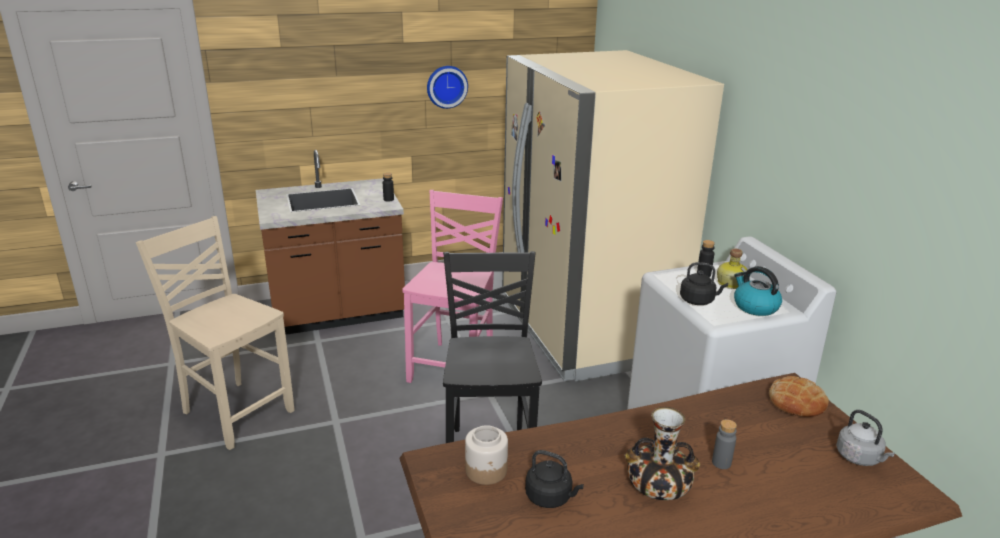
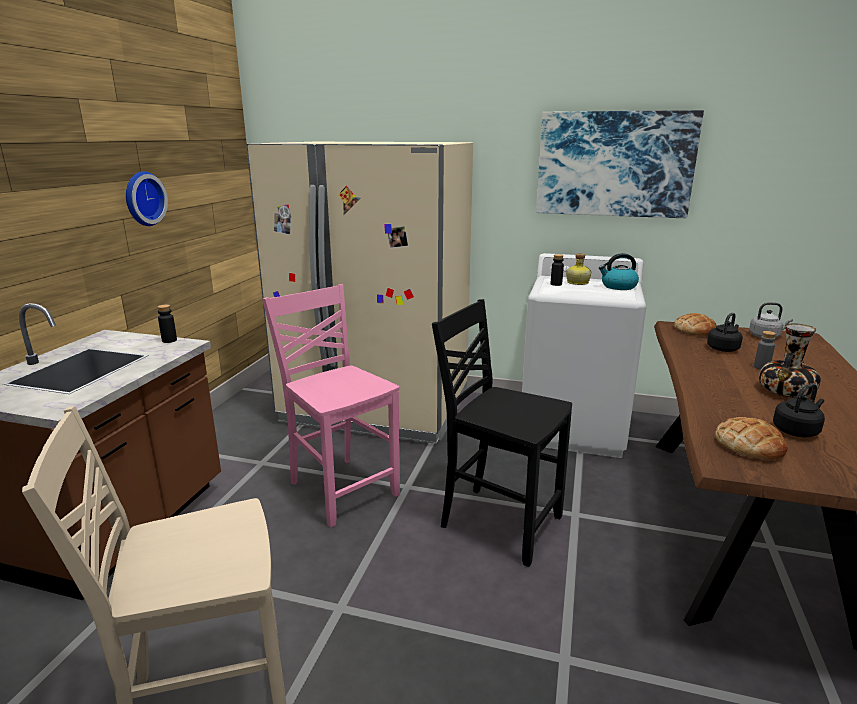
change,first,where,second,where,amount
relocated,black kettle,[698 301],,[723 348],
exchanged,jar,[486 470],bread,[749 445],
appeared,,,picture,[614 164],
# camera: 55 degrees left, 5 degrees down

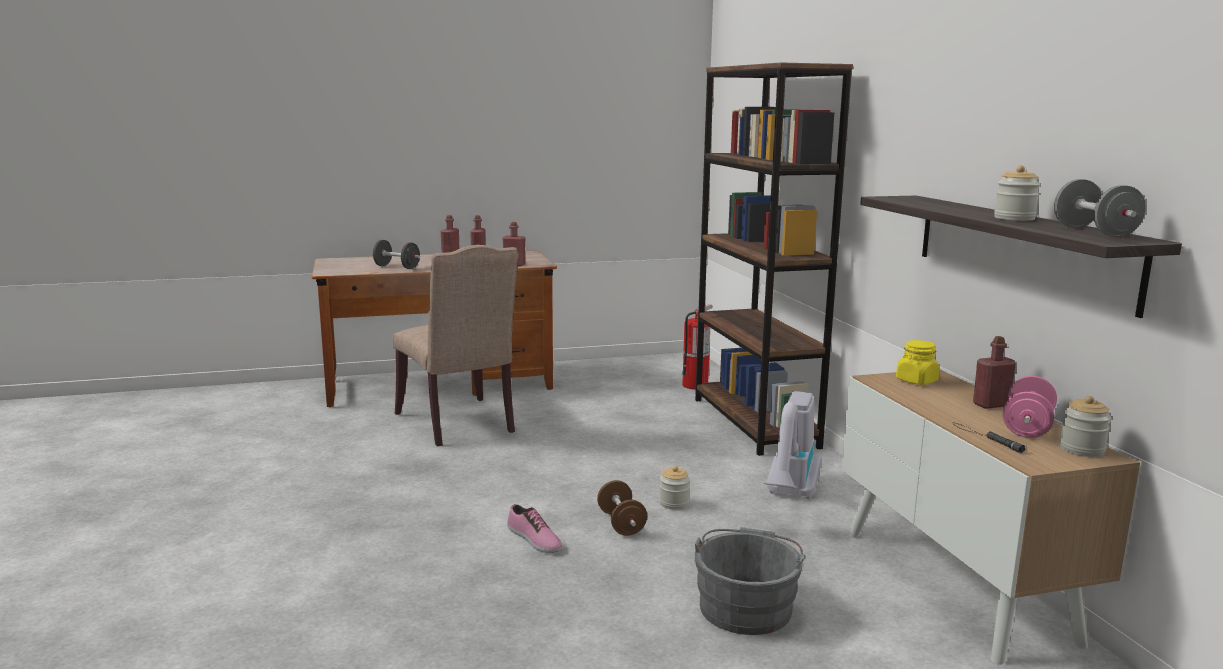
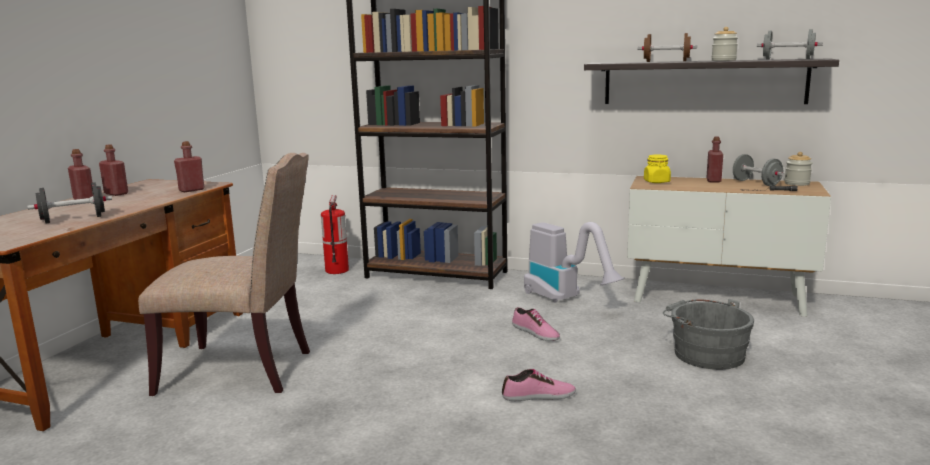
change,first,where,second,where,amount
colour,pink dumbbell,[1027 427],grey dumbbell,[756 183],
exchanged,jar,[674 503],shoe,[535 333],
relocated,brown dumbbell,[621 523],,[666 61],
# camera: 55 degrees left, 0 degrees up

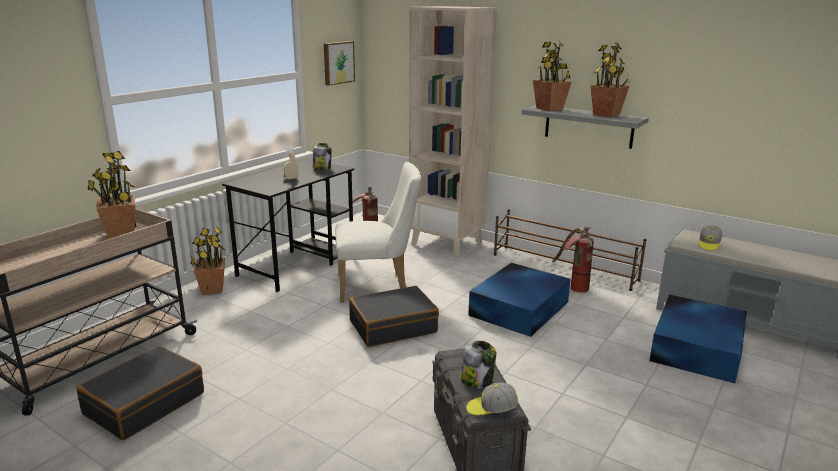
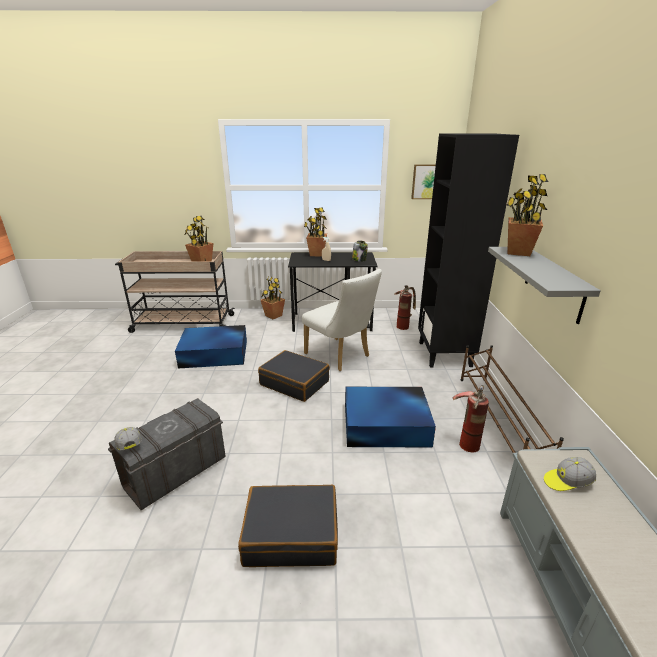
change,first,where,second,where,amount
colour,beige bookcase,[447 244],black bookcase,[445 354],
relocated,potted plant,[606 115],,[317 254],
relocated,blue storage box,[697 347],,[215 354],
missing,jar,[477 380],,,
relocated,black suitcase,[144 403],,[291 534],
# camera: 55 degrees right, 5 degrees up

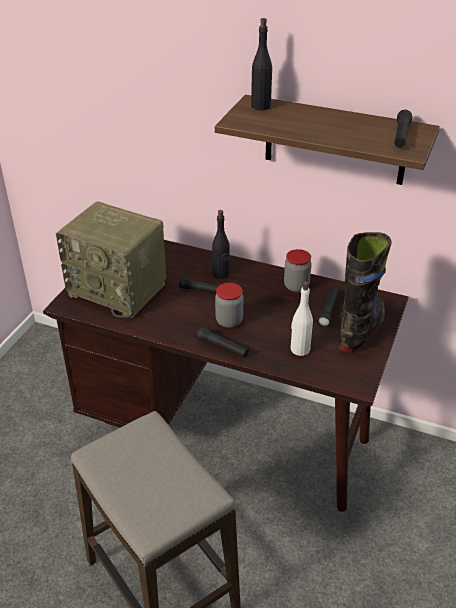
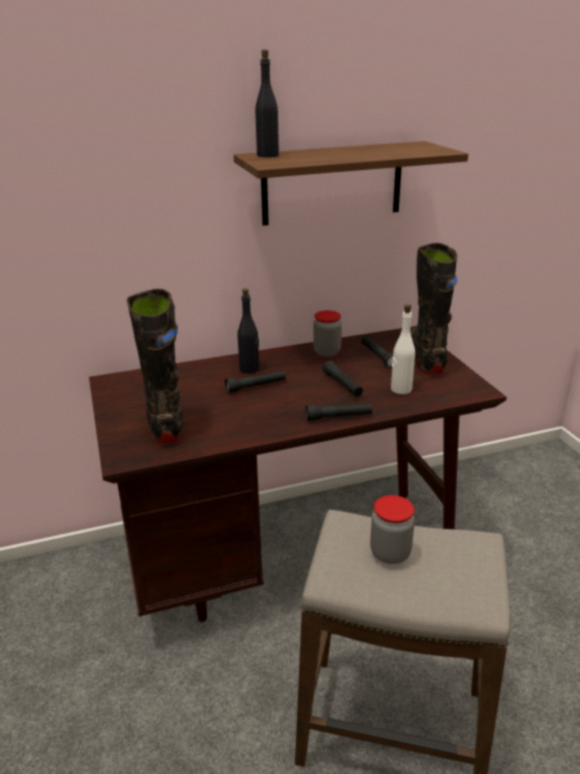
change,first,where,second,where,amount
relocated,black flashlight,[401 136],,[342 385],
exchanged,radio,[119 289],black boot,[166 420],
relocated,jar,[229 321],,[390 553],
# camera: 40 degrees left, 10 degrees down

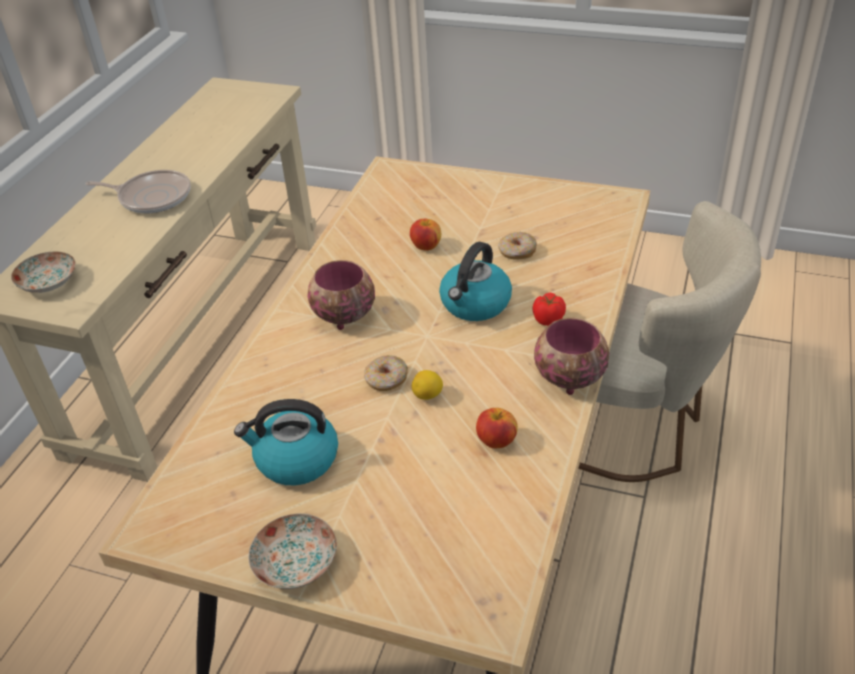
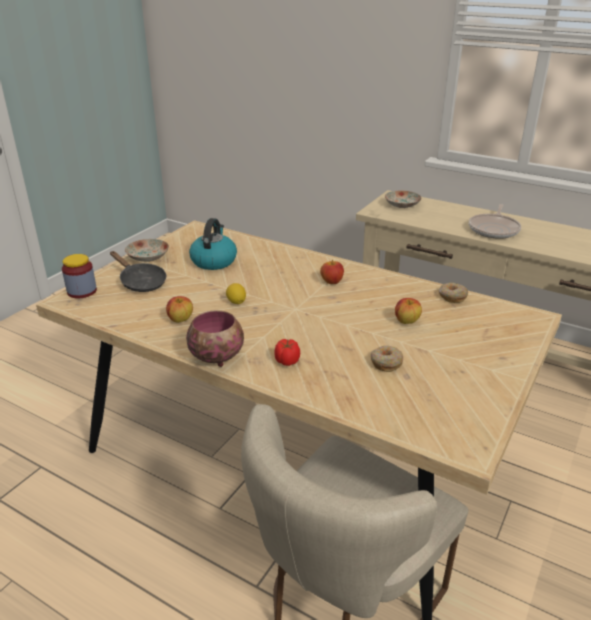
change,first,where,second,where,amount
missing,kettle,[475 304],,,
exchanged,bowl,[342 316],apple,[332 282],
relocated,donut,[386 379],,[452 297],
appeared,,,black frying pan,[140 282],
appeared,,,jar,[82 291],
# camera: 100 degrees right, 10 degrees down

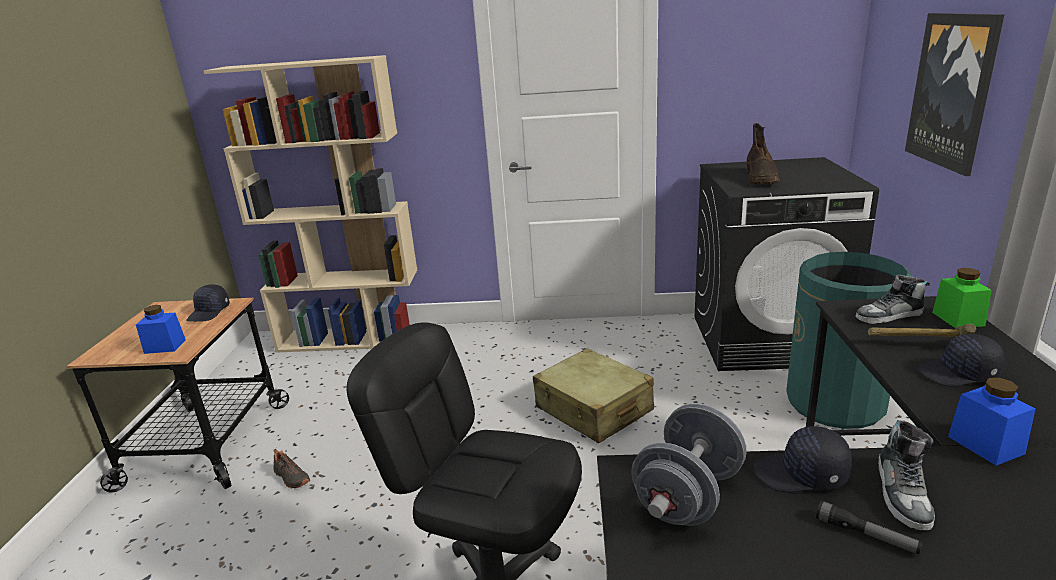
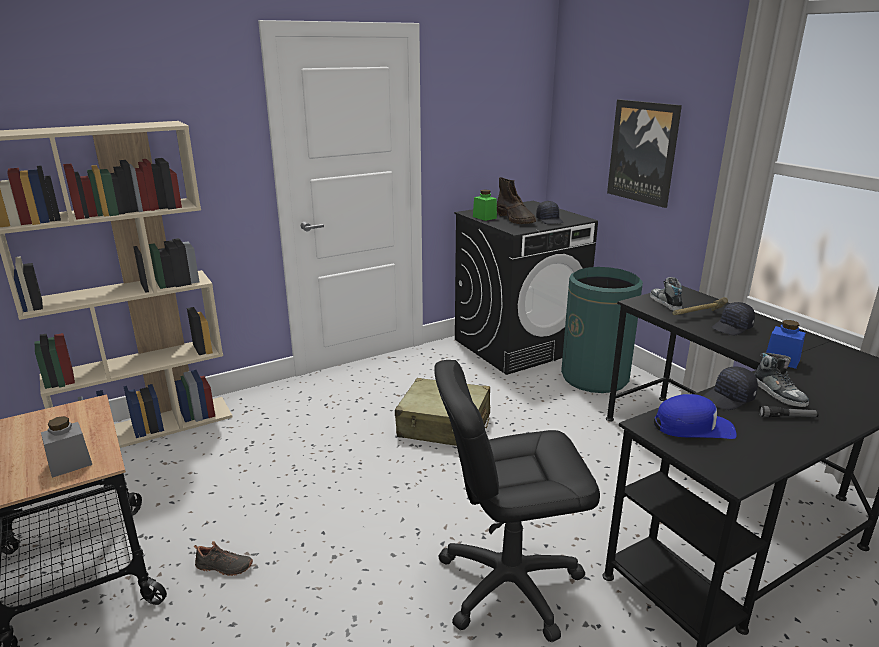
change,first,where,second,where,amount
relocated,green jar,[958 319],,[484 217],
spun,shoe,[889 316],,[665 303],120 degrees clockwise
relocated,black cap,[209 312],,[550 220],
colour,blue jar,[165 346],grey jar,[70 464],
exchanged,grey dumbbell,[688 496],blue cap,[693 427],
# camera: 35 degrees left, 0 degrees up

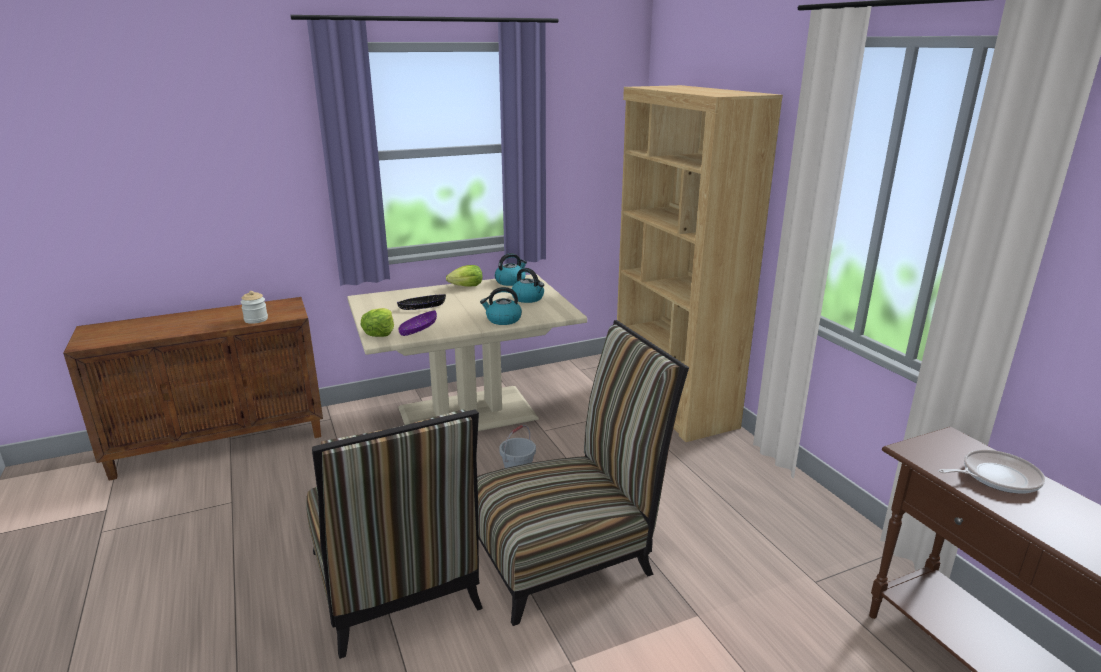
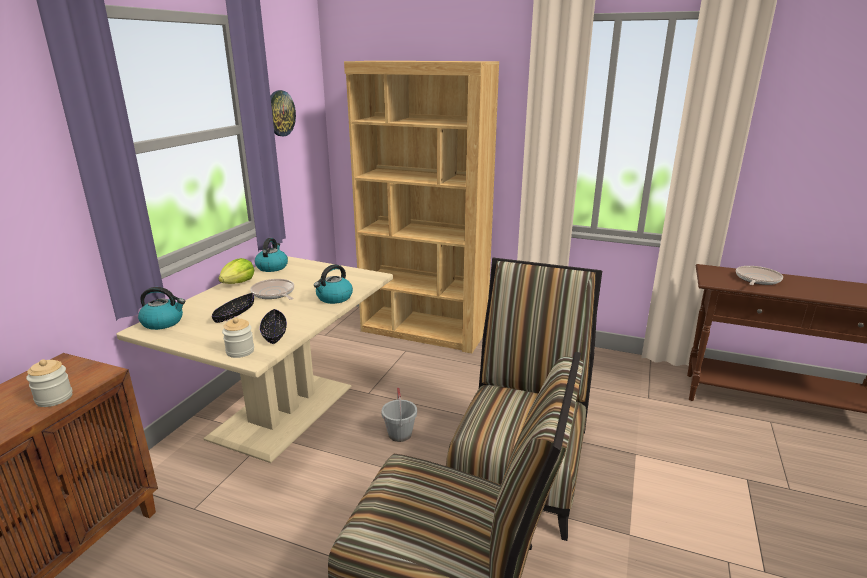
change,first,where,second,where,amount
relocated,kettle,[528 298],,[163 322],
exchanged,lettuce,[379 333],jar,[240 351],
colour,purple bowl,[418 329],black bowl,[274 333],
appeared,,,wall clock,[280 113],
appeared,,,frying pan,[274 293],
# camera: 45 degrees left, 0 degrees up

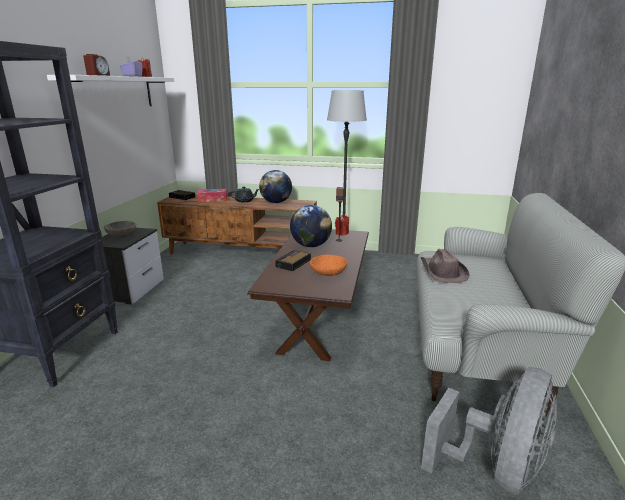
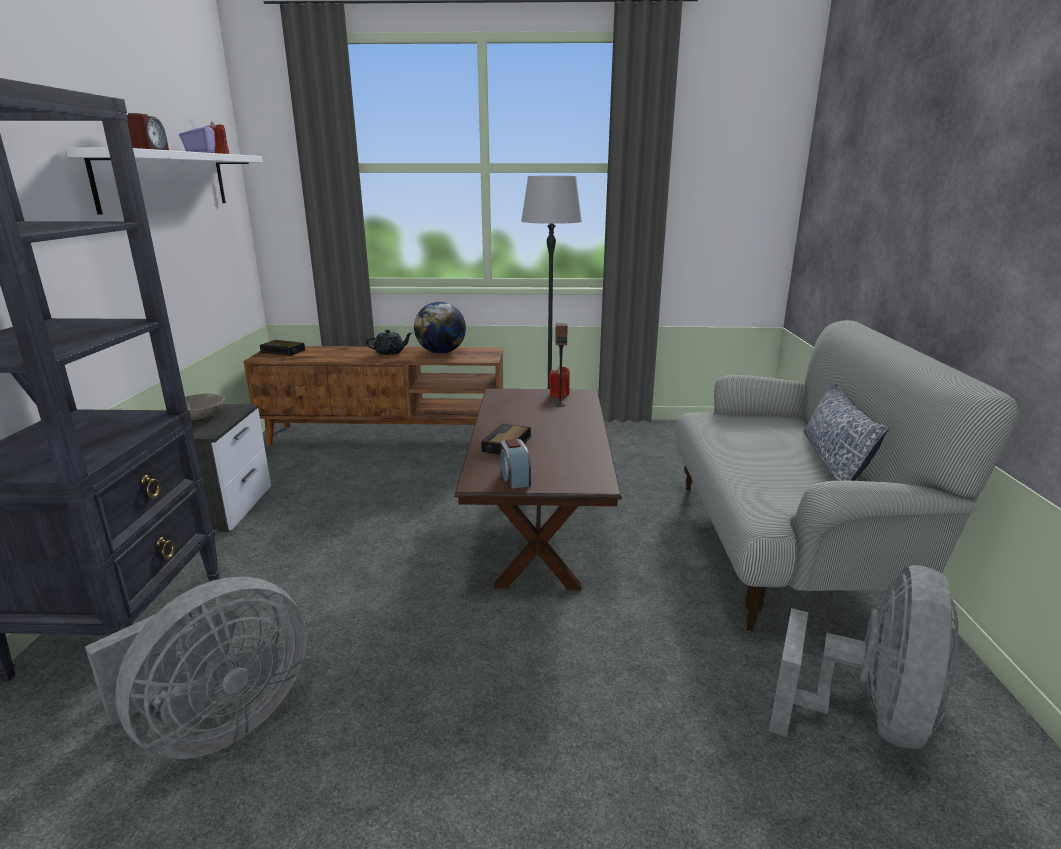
change,first,where,second,where,amount
missing,tissue box,[212 199],,,
missing,globe,[311 245],,,
missing,brown hat,[442 272],,,
missing,orange bowl,[328 272],,,
appeared,,,pillow,[832 462],
appeared,,,alarm clock,[514 478],
appeared,,,grey fan,[217 725],
# camera: 10 degrees left, 0 degrees up

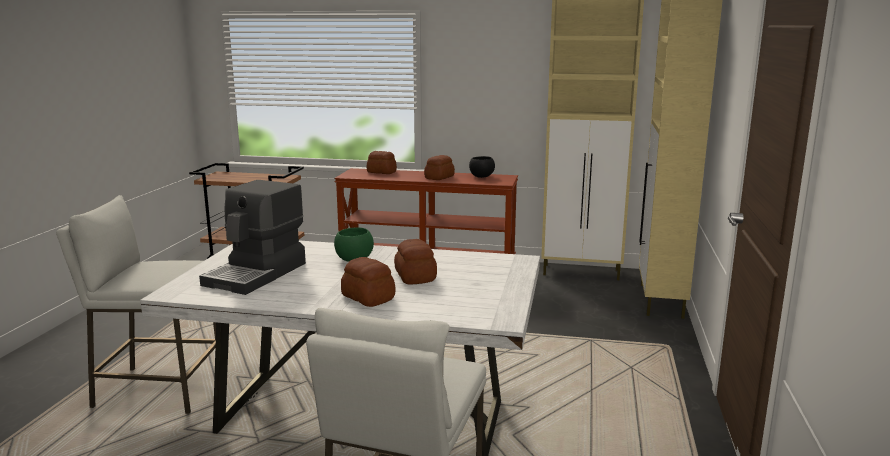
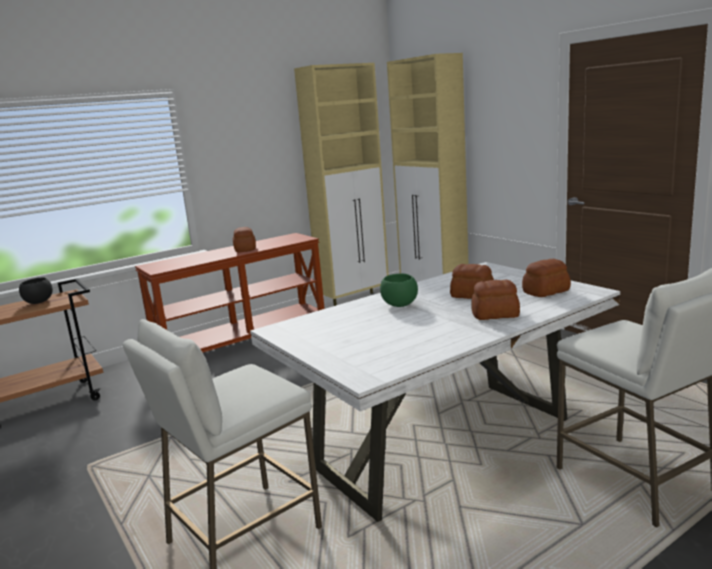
change,first,where,second,where,amount
relocated,bread,[381 172],,[545 291],
relocated,black bowl,[481 176],,[38 302],
missing,coffee machine,[257 274],,,
# camera: 45 degrees left, 0 degrees up

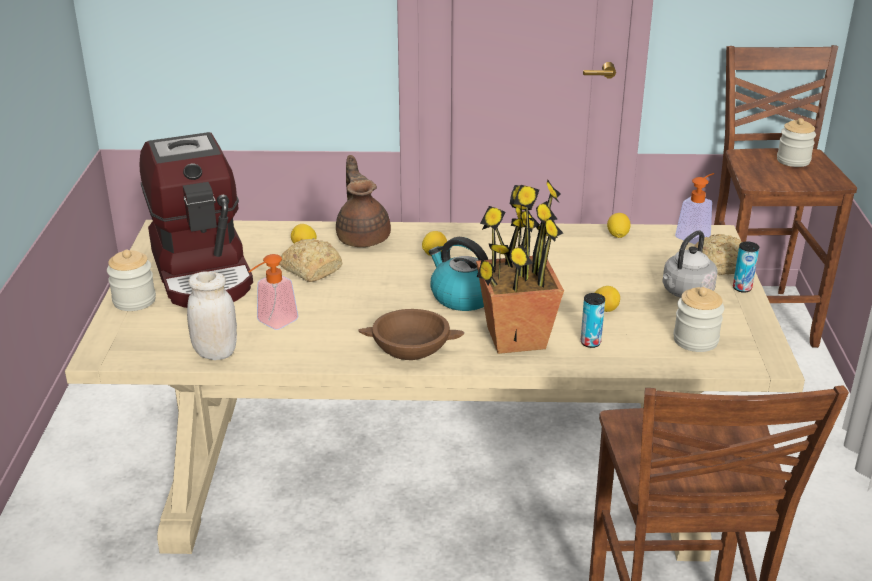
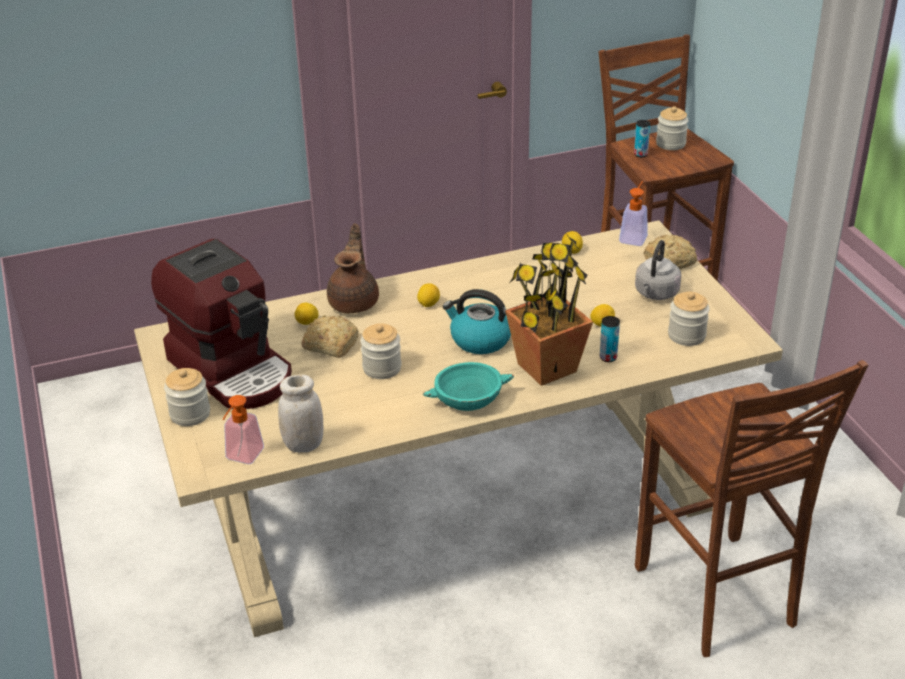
change,first,where,second,where,amount
spun,brown teapot,[363 237],,[355 301],45 degrees clockwise
relocated,can,[742 288],,[640 154],
relocated,soap dispenser,[272 323],,[242 458],
colour,brown bowl,[410 350],turquoise bowl,[468 400],
appeared,,,jar,[382 368],
# camera: 20 degrees left, 5 degrees up

